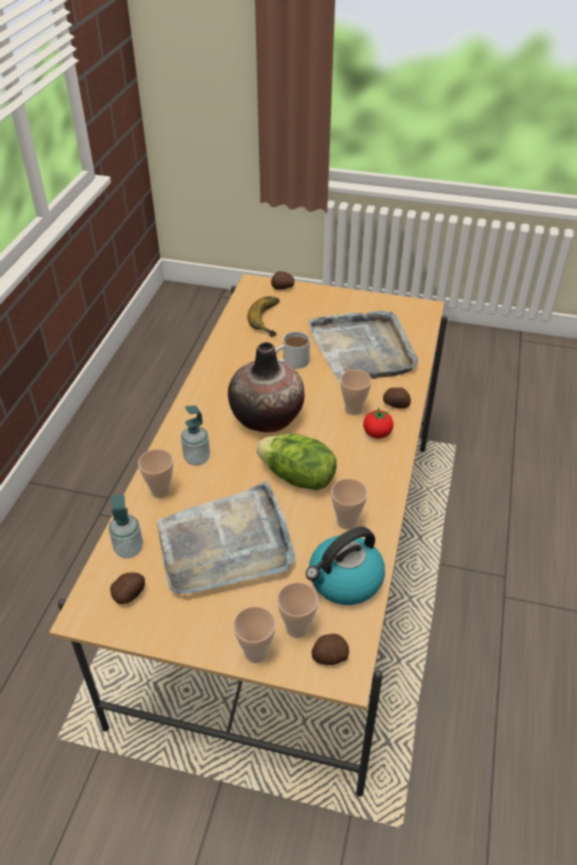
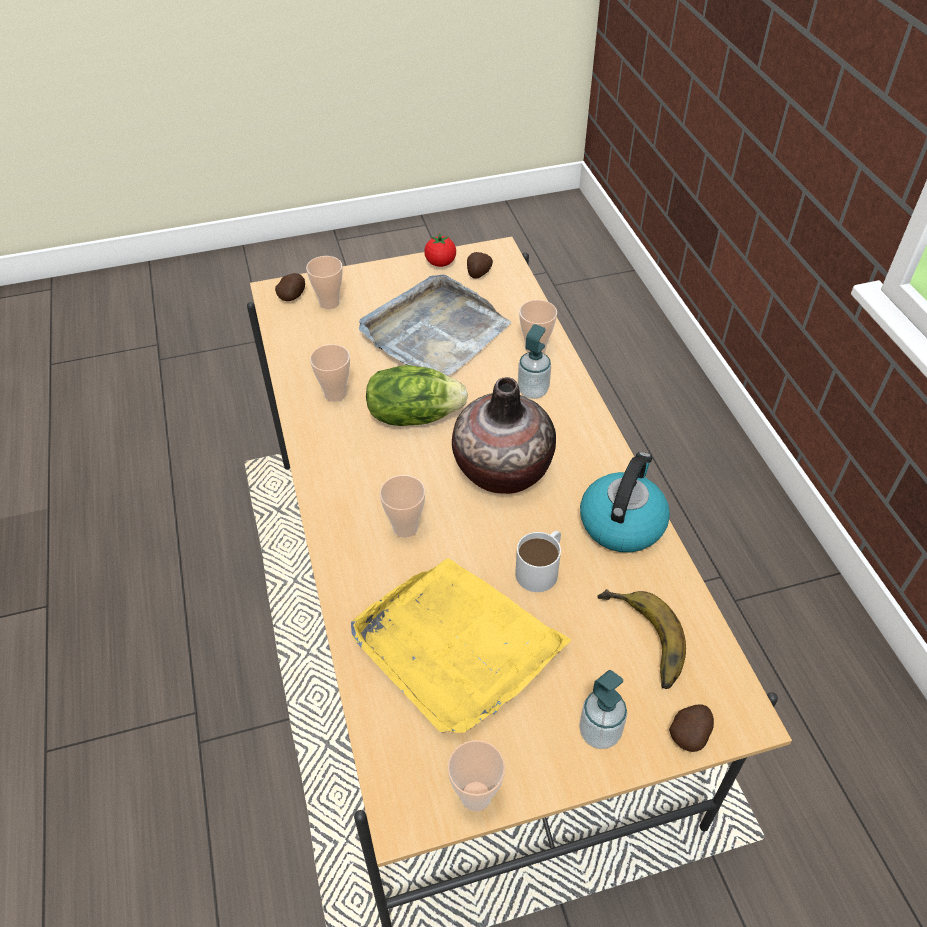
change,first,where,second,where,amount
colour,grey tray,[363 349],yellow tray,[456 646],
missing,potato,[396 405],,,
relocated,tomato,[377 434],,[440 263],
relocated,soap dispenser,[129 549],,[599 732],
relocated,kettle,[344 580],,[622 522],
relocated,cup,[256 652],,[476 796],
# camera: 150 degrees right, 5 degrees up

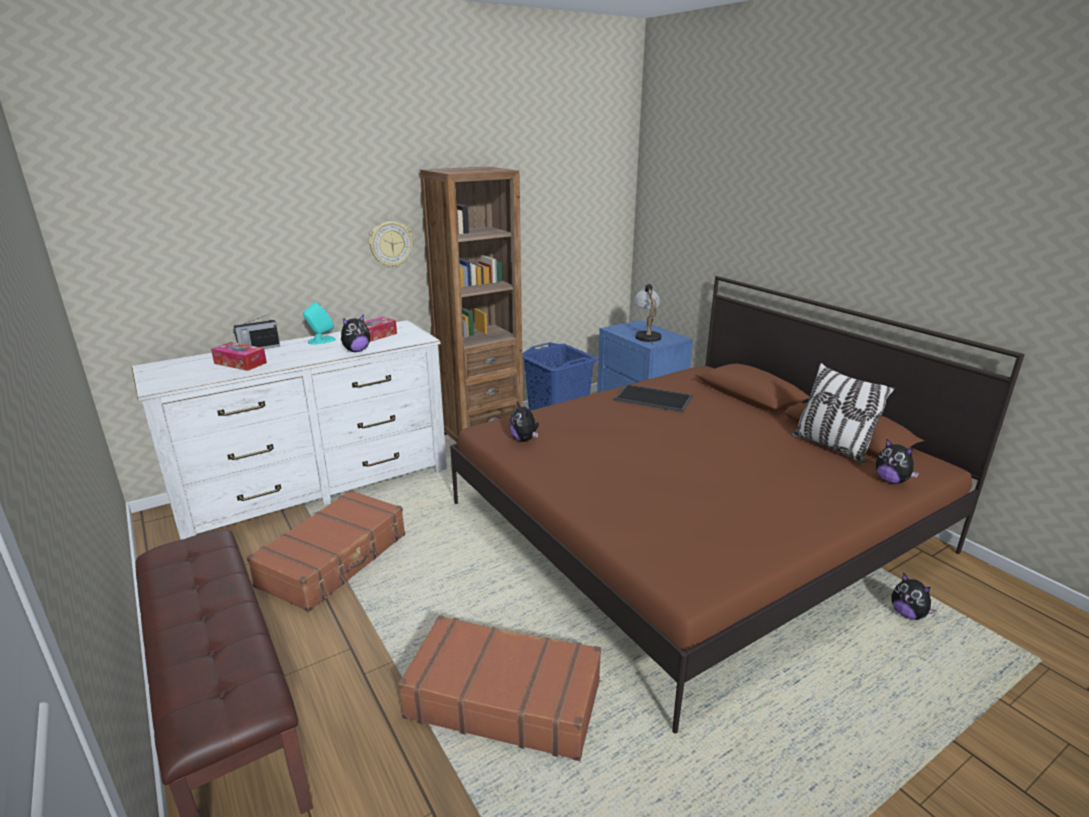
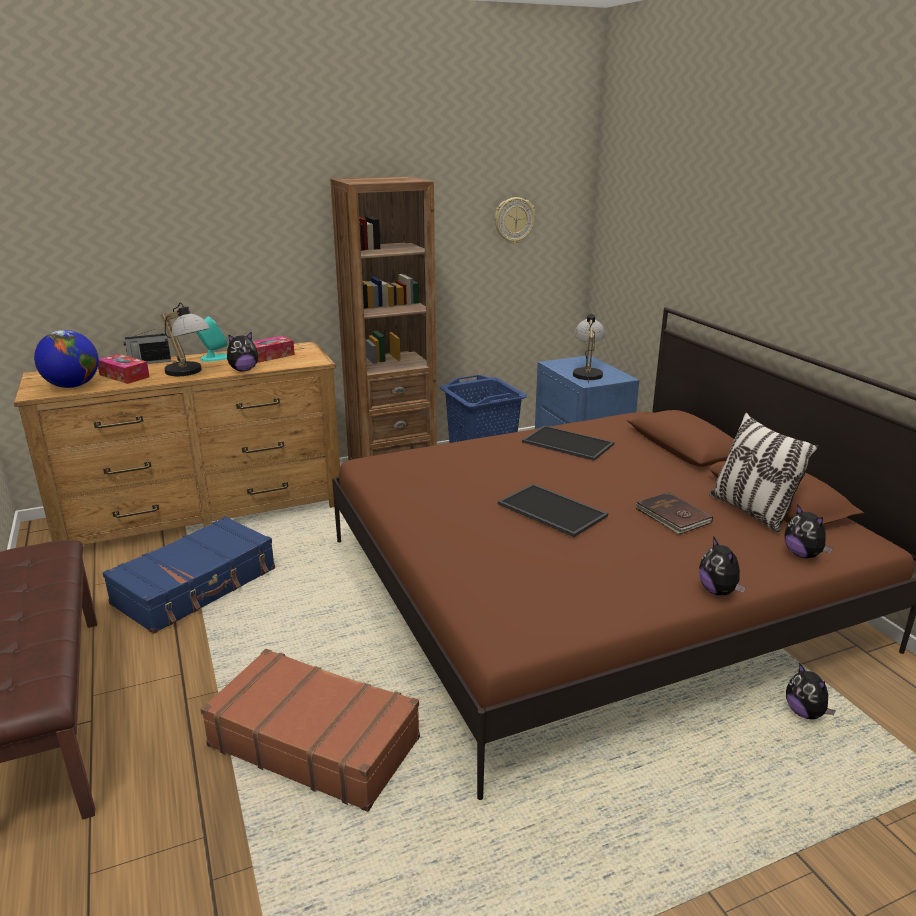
change,first,where,second,where,amount
relocated,wall clock,[390 244],,[514 220],
colour,white dresser,[316 487],brown dresser,[204 512],
relocated,plush toy,[524 439],,[718 591],
colour,brown suitcase,[335 560],blue suitcase,[196 586],
appeared,,,table lamp,[189 373],
appeared,,,globe,[72 386],
appeared,,,tray,[550 510],
appeared,,,brown book,[672 516],
# camera: 10 degrees right, 0 degrees up

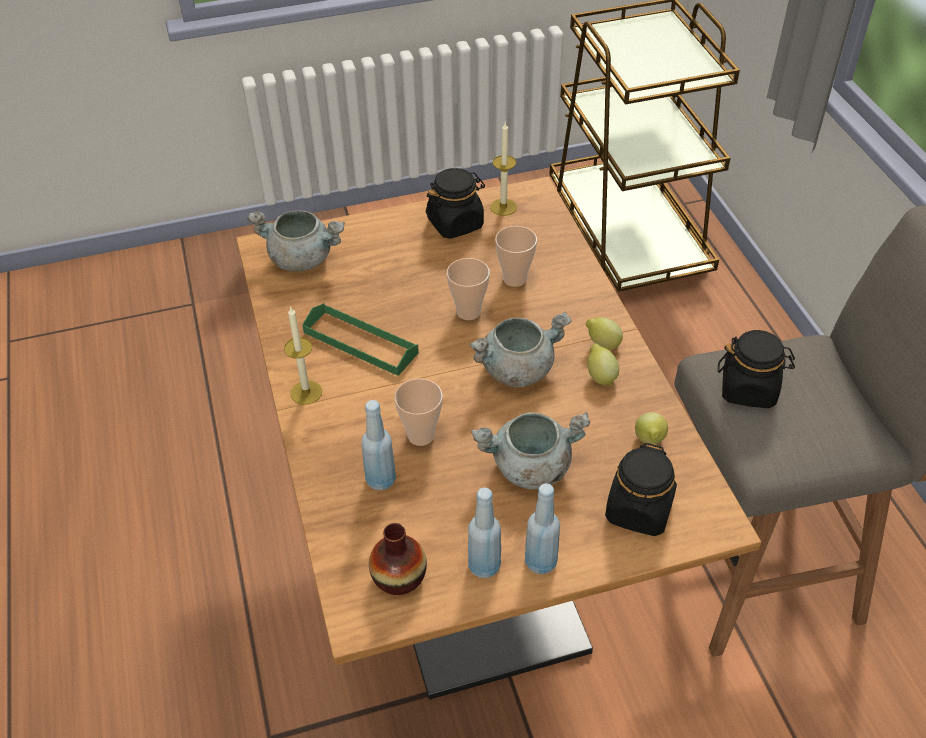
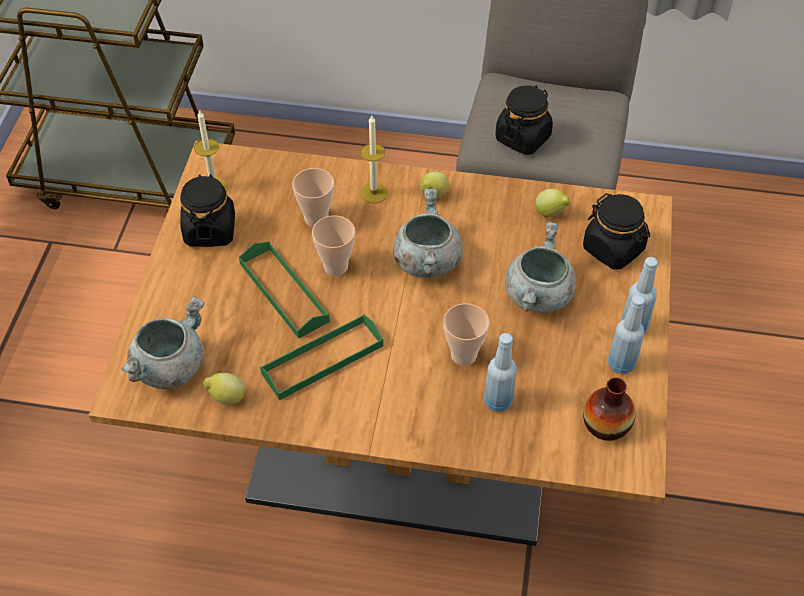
change,first,where,second,where,amount
relocated,candle,[306 392],,[374 193],
relocated,lemon,[600 376],,[226 398],
appeared,,,green tray,[283 292],
# camera: 65 degrees left, 5 degrees up

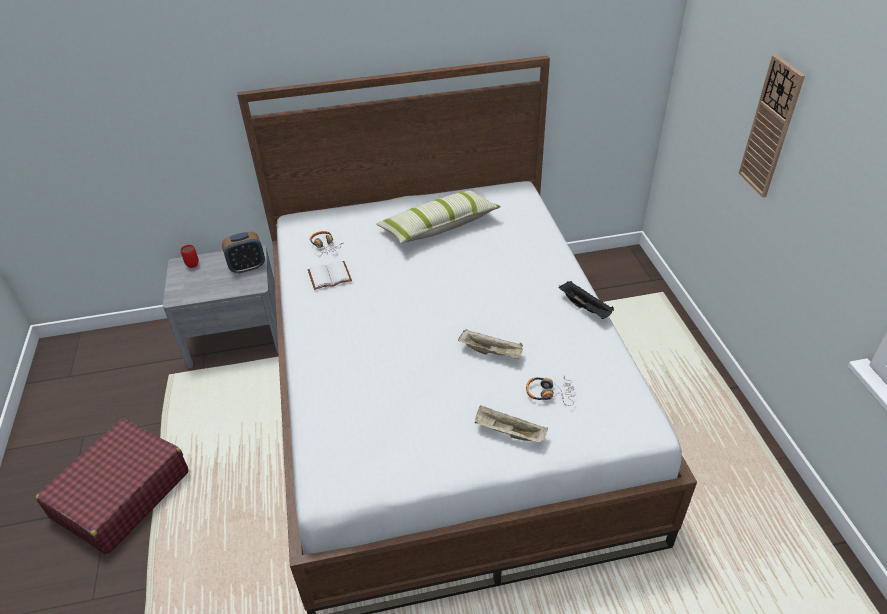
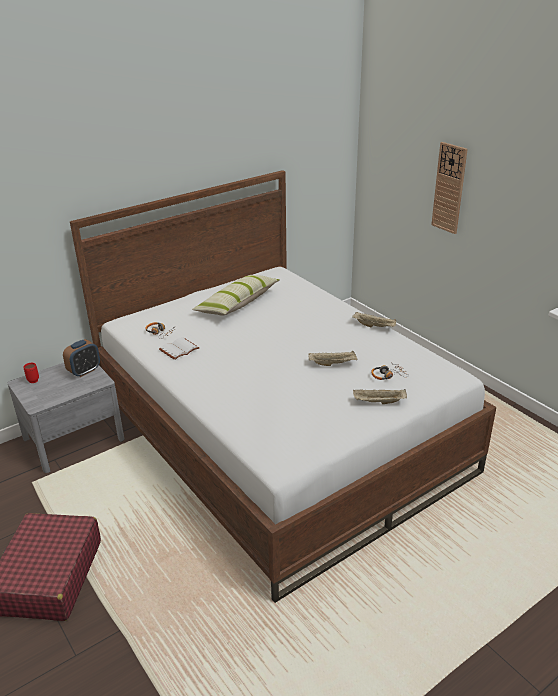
change,first,where,second,where,amount
colour,black tray,[585 308],beige tray,[374 326],
# camera: 25 degrees left, 10 degrees down

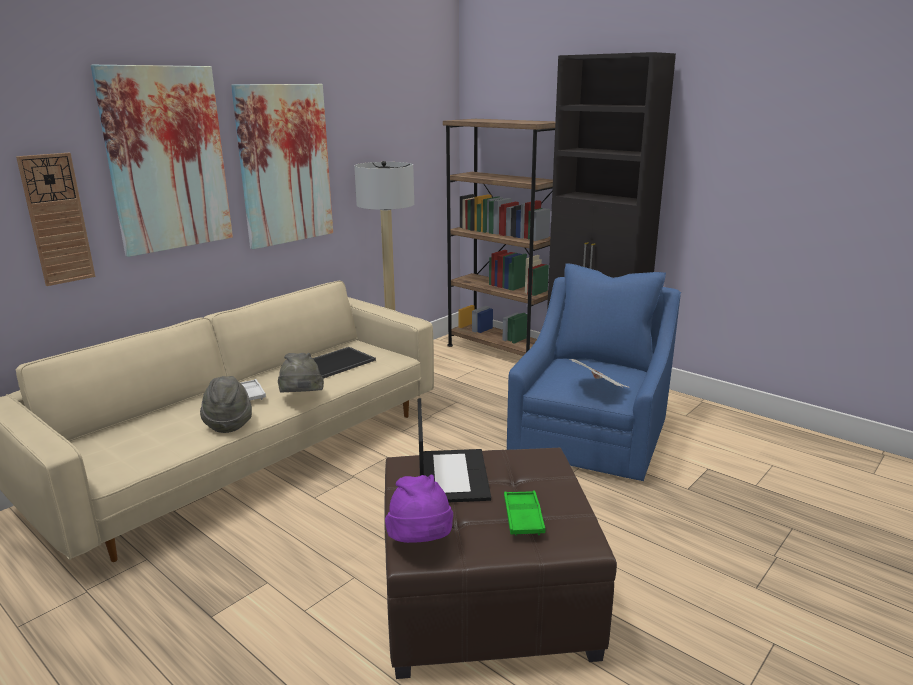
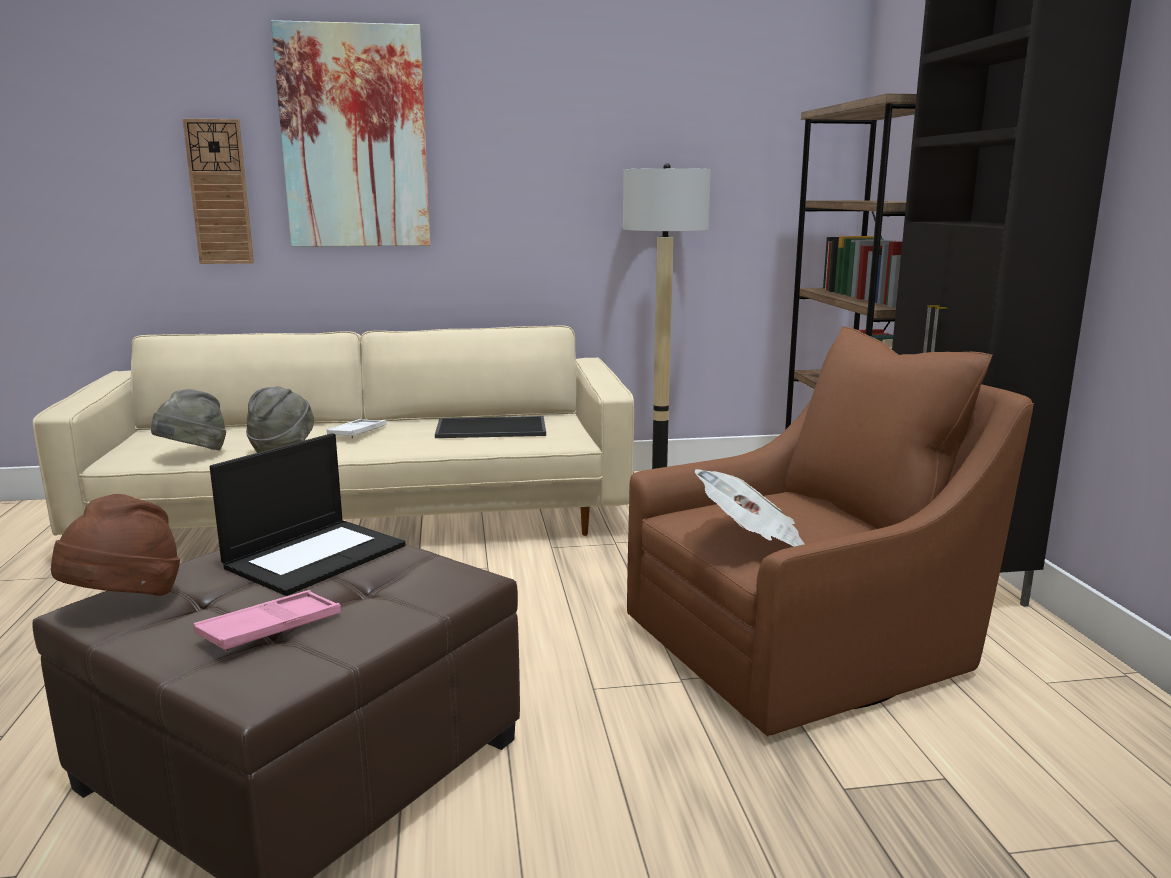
change,first,where,second,where,amount
missing,picture,[285 165],,,
colour,blue armchair,[592 435],brown armchair,[806 645],
relocated,grey hat,[301 398],,[193 455],
colour,purple hat,[421 543],brown hat,[124 602],
colour,green tray,[523 517],pink tray,[270 629],
# camera: 40 degrees right, 5 degrees down

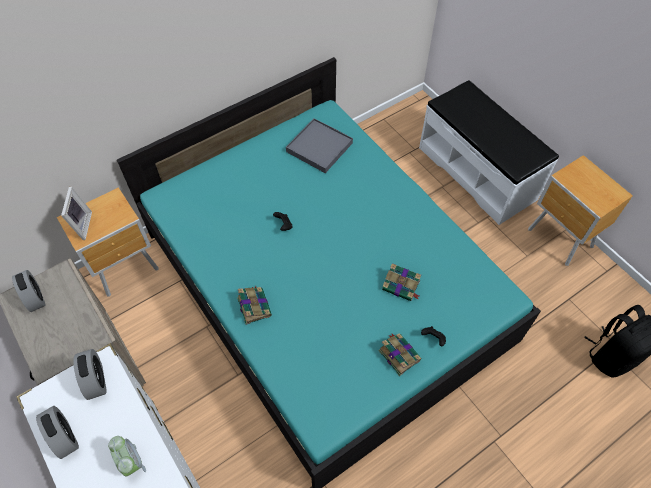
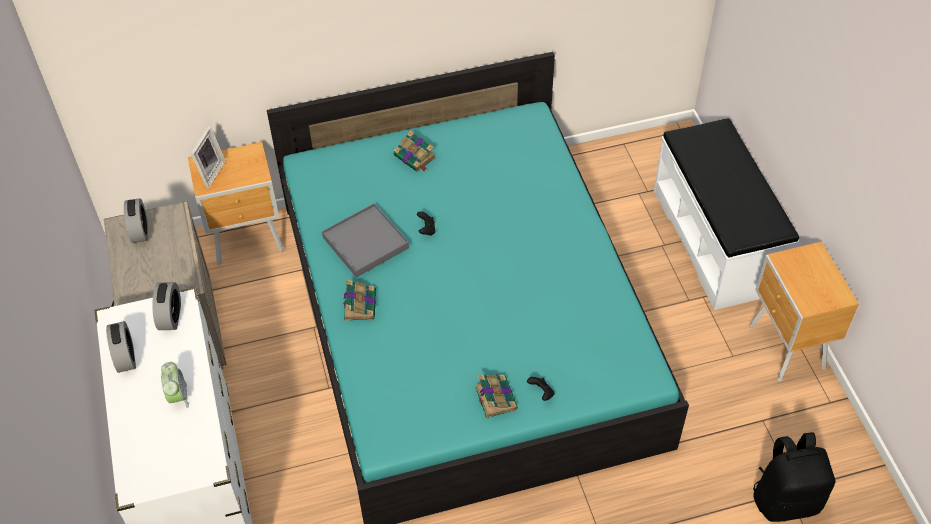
change,first,where,second,where,amount
relocated,grey tray,[319 147],,[365 242],
relocated,book,[401 286],,[415 157],
# camera: 20 degrees right, 5 degrees down

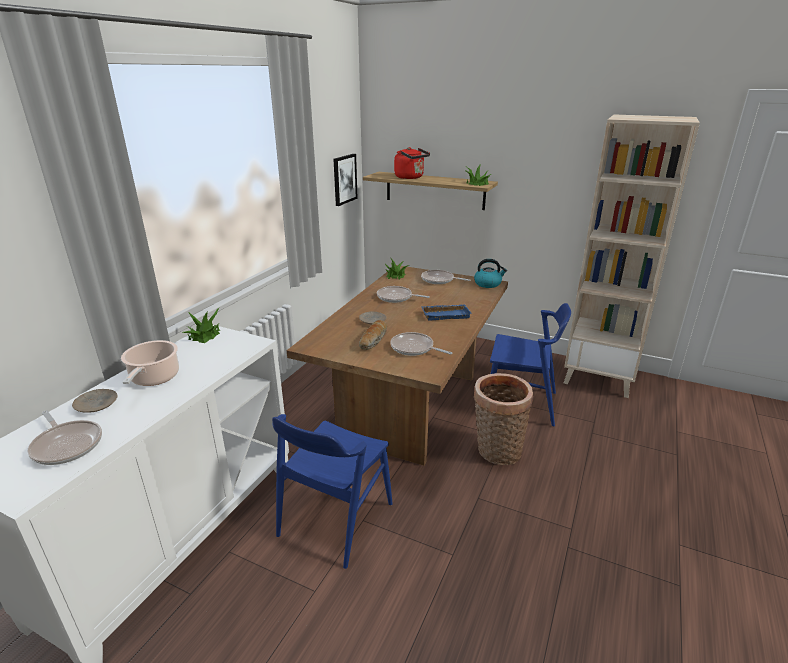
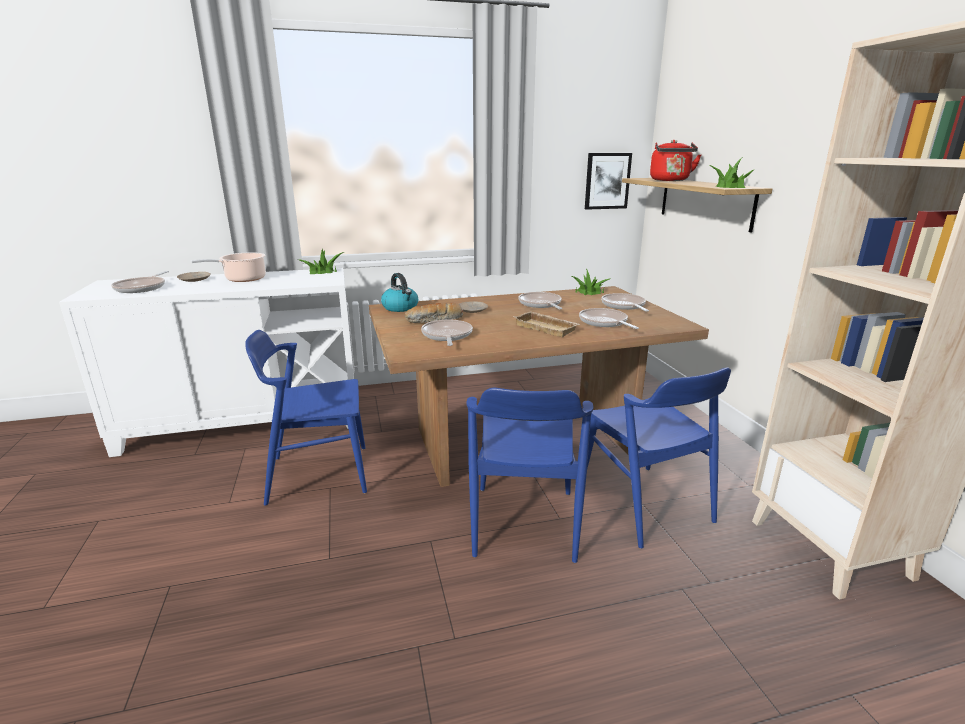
change,first,where,second,where,amount
relocated,kettle,[488 284],,[401 308],
colour,blue tray,[446 314],beige tray,[547 328],
exchanged,basket,[496 452],blue chair,[524 522],
appeared,,,frying pan,[604 322],
# camera: 50 degrees right, 5 degrees down

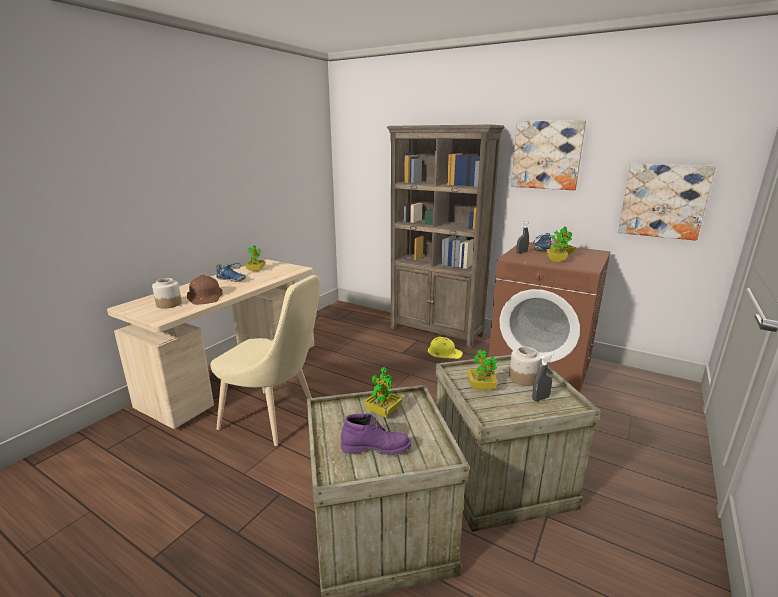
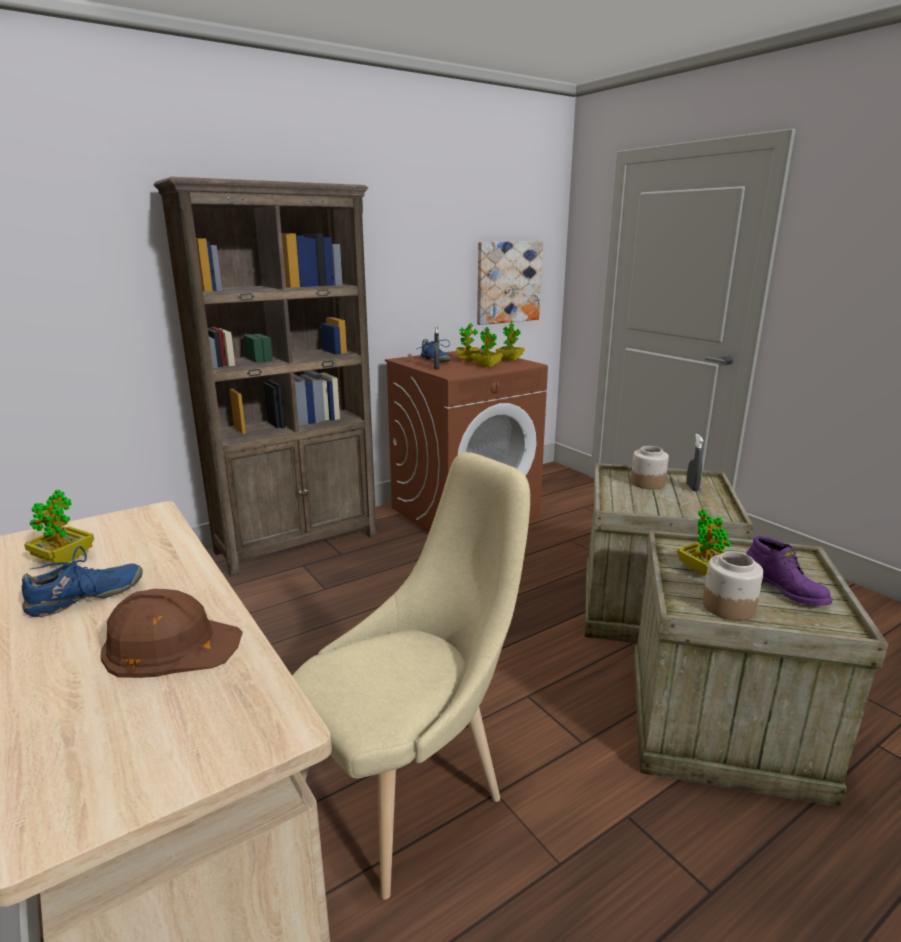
change,first,where,second,where,amount
missing,picture,[546 155],,,
relocated,jar,[169 304],,[727 606],
missing,yellow hard hat,[444 352],,,
relocated,potted plant,[481 387],,[509 359],
spun,purple boot,[376 447],,[784 590],120 degrees clockwise
# camera: 65 degrees left, 0 degrees up

